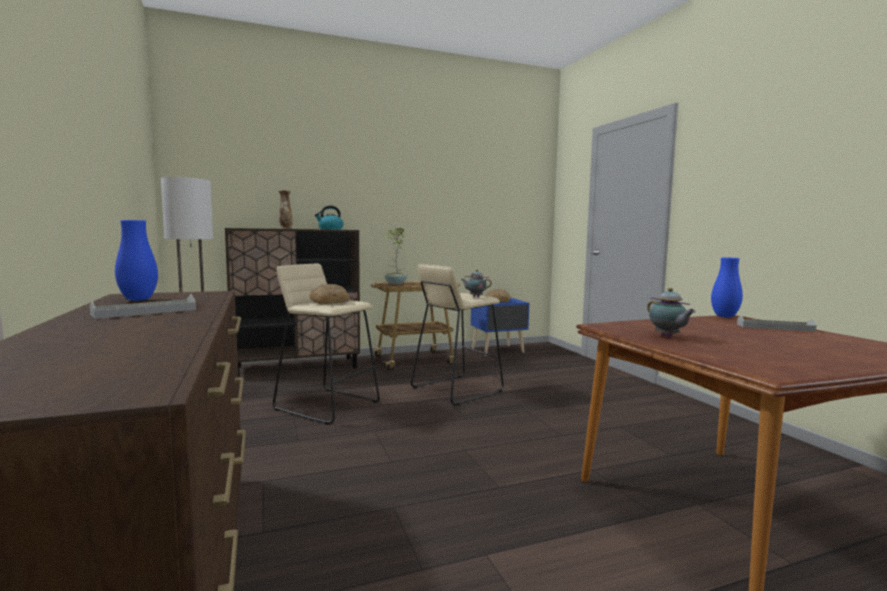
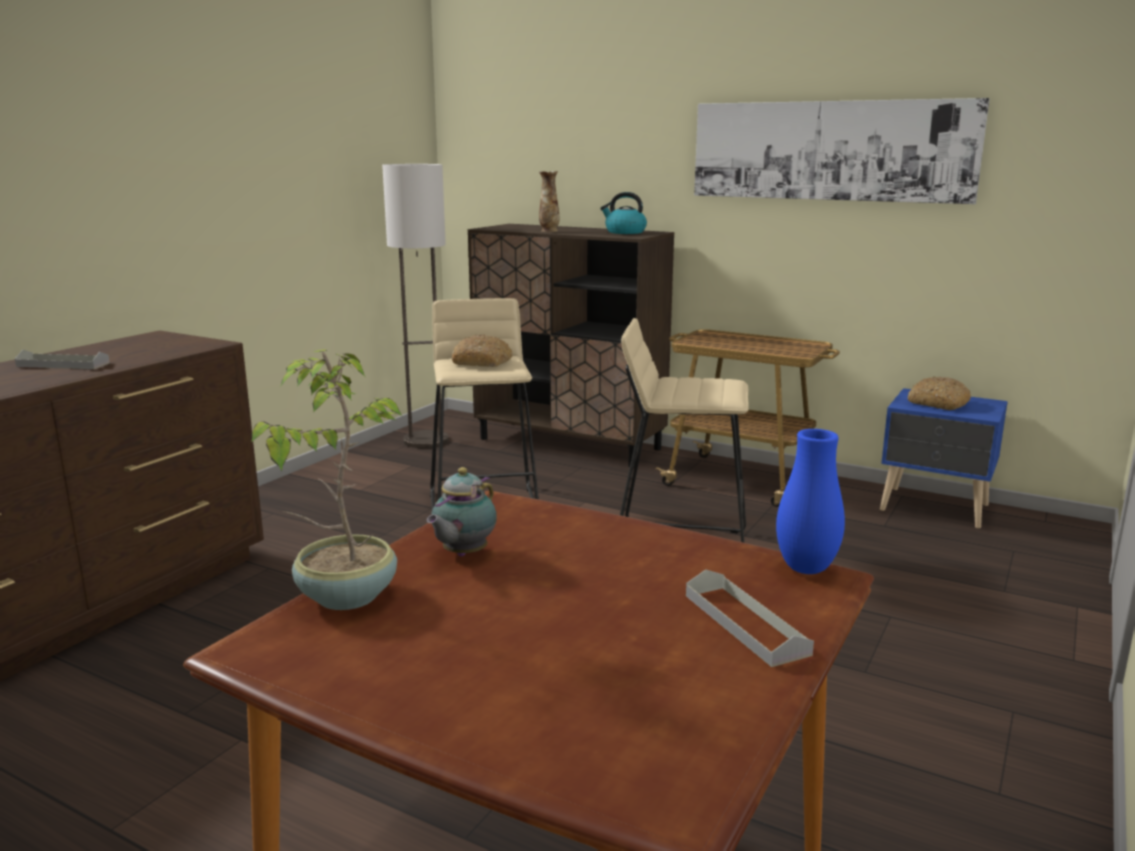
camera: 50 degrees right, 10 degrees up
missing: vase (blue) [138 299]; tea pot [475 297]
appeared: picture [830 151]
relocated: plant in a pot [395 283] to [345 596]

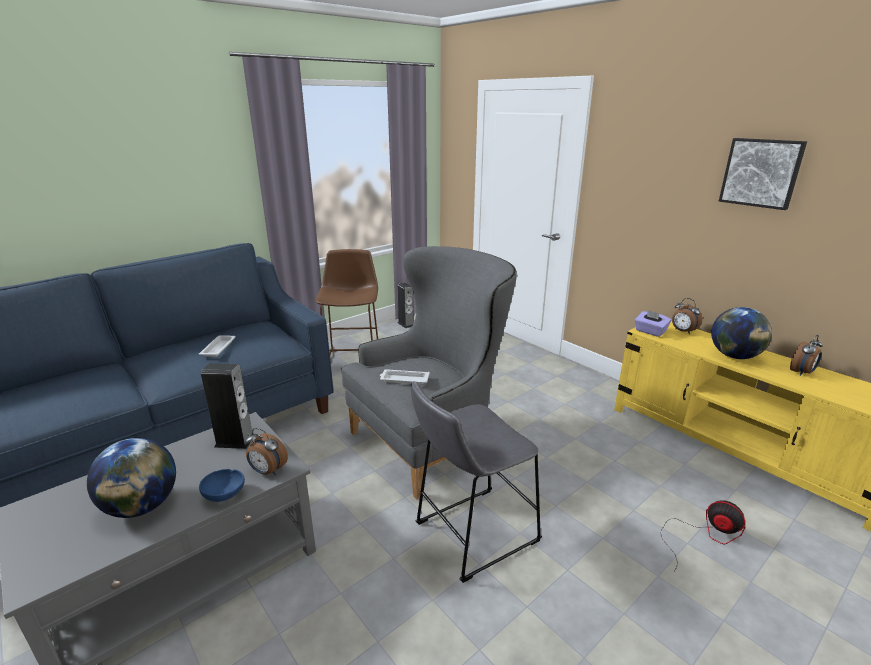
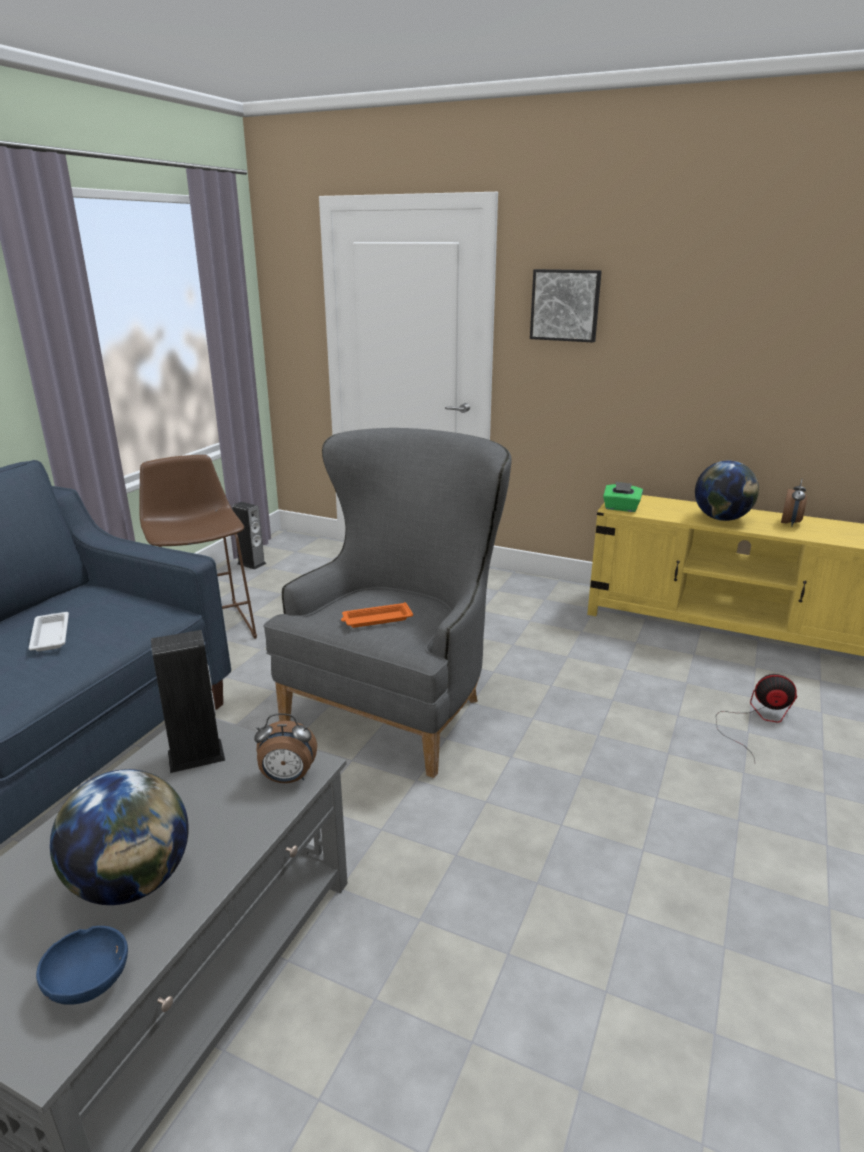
camera: 25 degrees left, 0 degrees up
missing: stool (gray) [470 534]; alarm clock [682 331]
relocated: serving bowl (blue) [225 495] to [91 982]; picture [761 173] to [565 305]
colour: serving tray (white) [404 379] to serving tray (orangey) [376 619]; box of tissues (purple) [650 332] to box of tissues (green) [621 508]

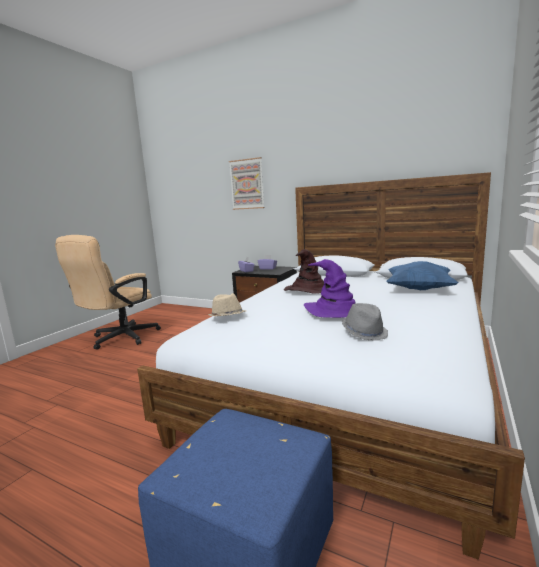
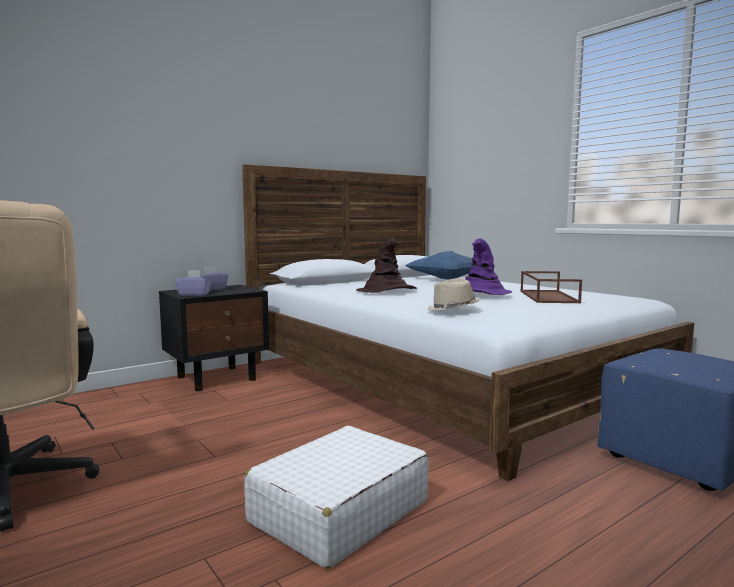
camera: 65 degrees left, 5 degrees down
missing: picture [247 184]
appeared: travel case (white) [338 511]
exchanged: clothing hat (gray) [364 332] to serving tray (brown) [547 296]

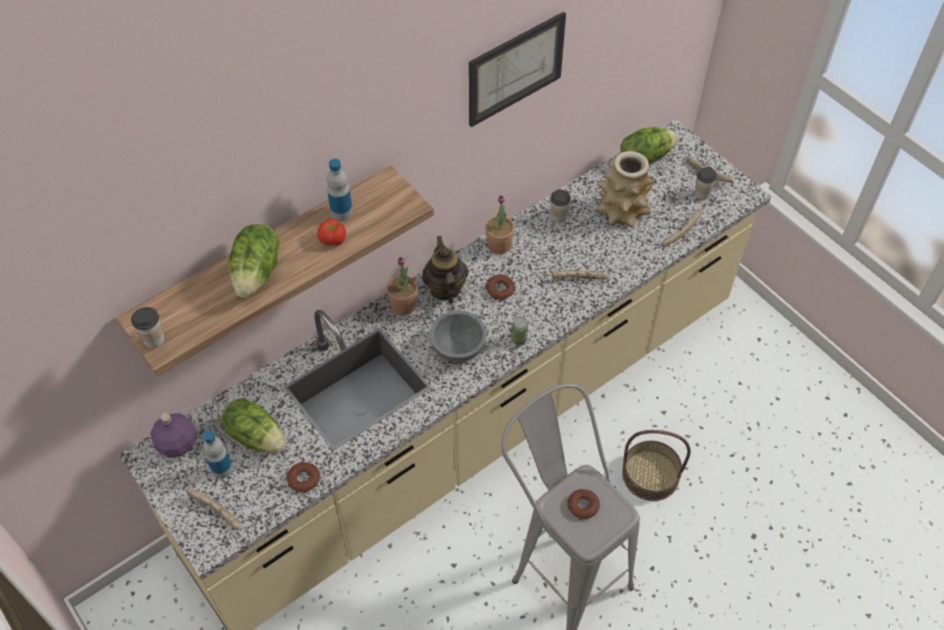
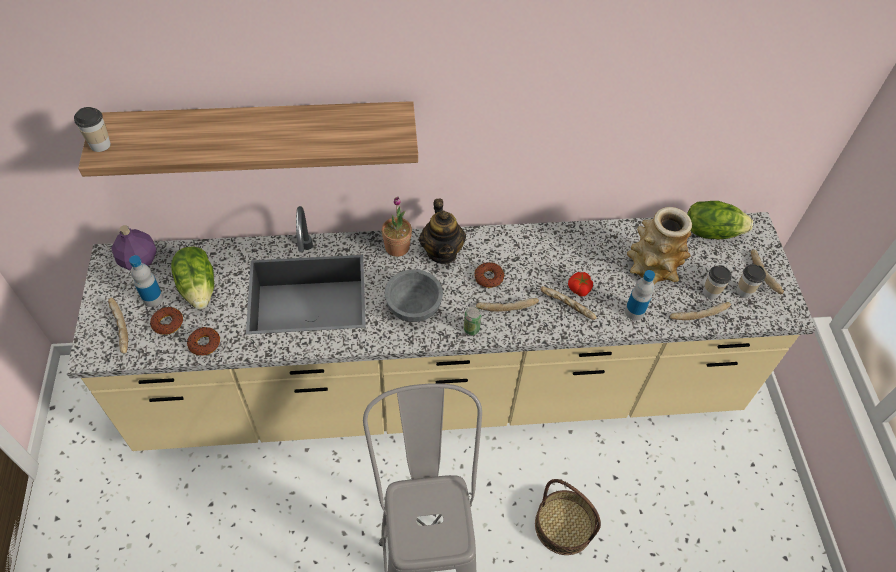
camera: 30 degrees right, 0 degrees up
missing: lettuce [258 273]; picture [515 68]; plant in a pot [499 245]
appeared: baked bread [506 307]
relocated: doughnut [582 505] to [167 323]; fresh tomato [332 239] to [579 289]; drink bottle [342 212] to [634 312]; drinking cup [558 216] to [711 292]
spun: tea pot [445 288] = [442 252] 150 degrees clockwise

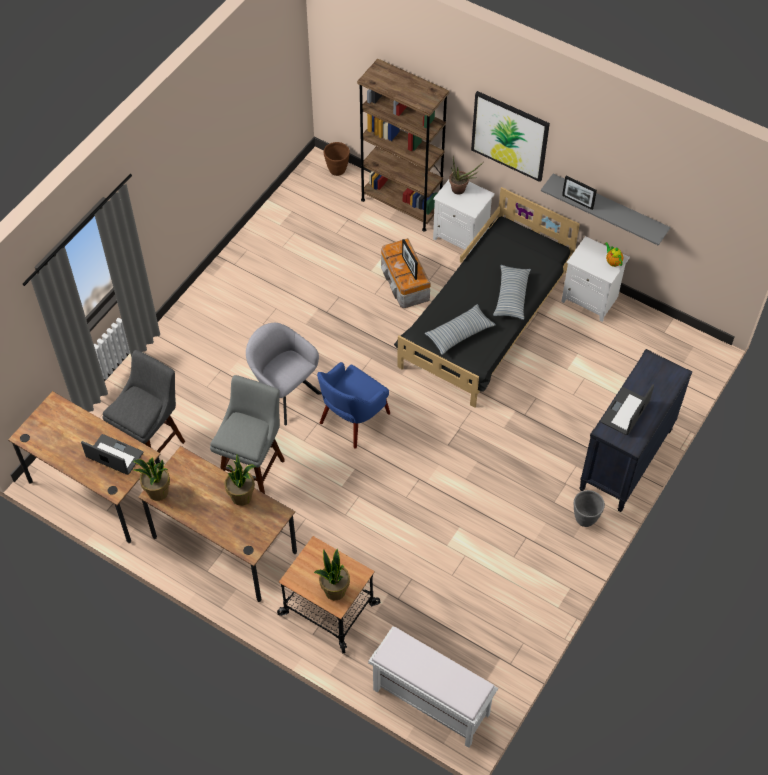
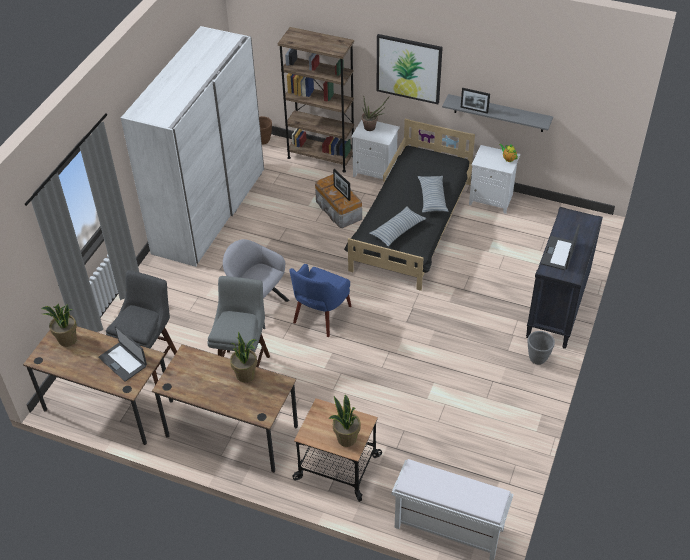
camera: 10 degrees left, 10 degrees down
appeared: clothes cupboard (white) [209 210]
relocated: plant in a pot [157 492] to [67 340]
spun: portable computer [114 455] = [123 361] 150 degrees counterclockwise

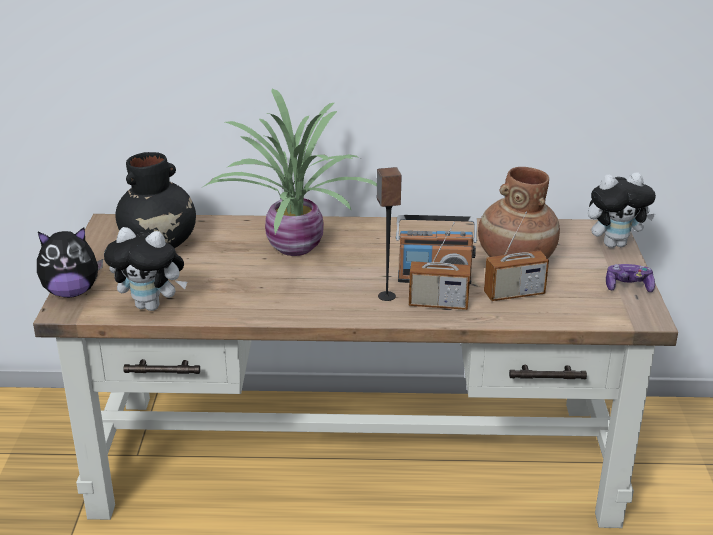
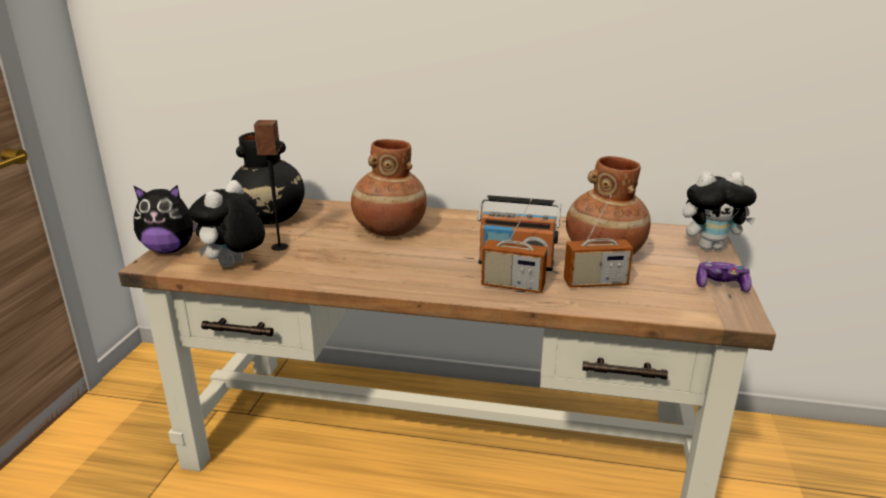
camera: 10 degrees right, 5 degrees down
relocated: loudspeaker [386 296] to [279 247]
exchanged: plant in a pot [293 249] to vase (brown) [389 230]
spun: plush toy [151 306] = [233 266] 90 degrees clockwise

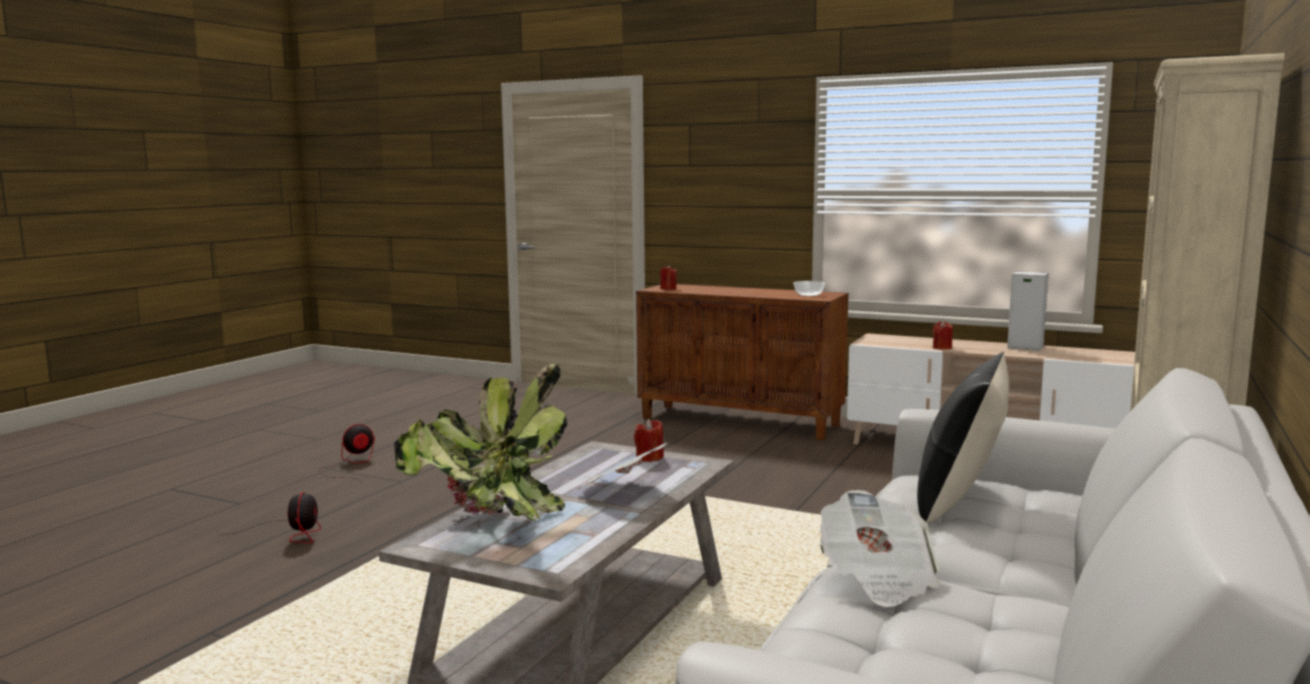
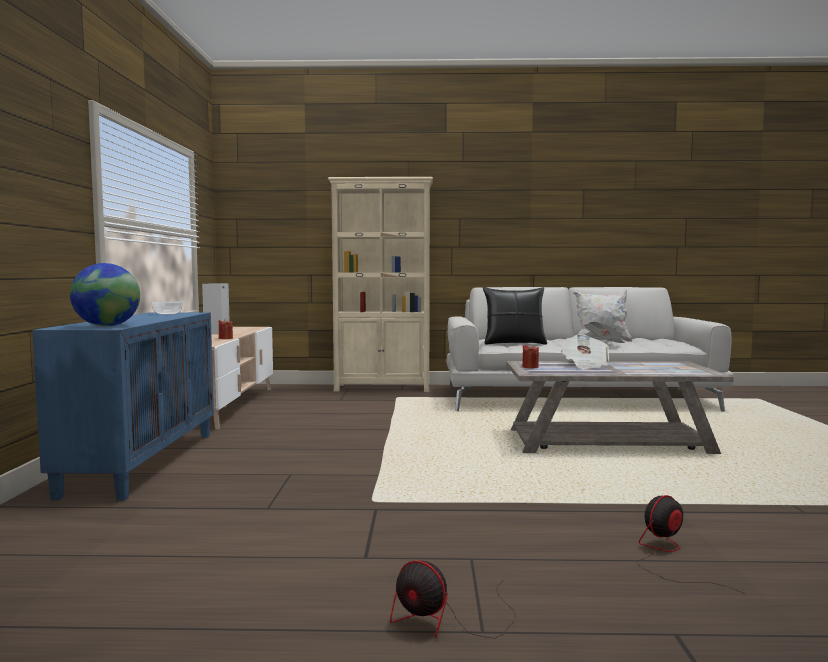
camera: 115 degrees left, 5 degrees down
missing: plant in a pot [492 523]
appeared: pillow (white) [601 340]
exchanged: wax candle (reddish) [668 289] to desk globe [107 326]
colour: storage cabinet (brown) [741 421] to storage cabinet (blue) [142 462]

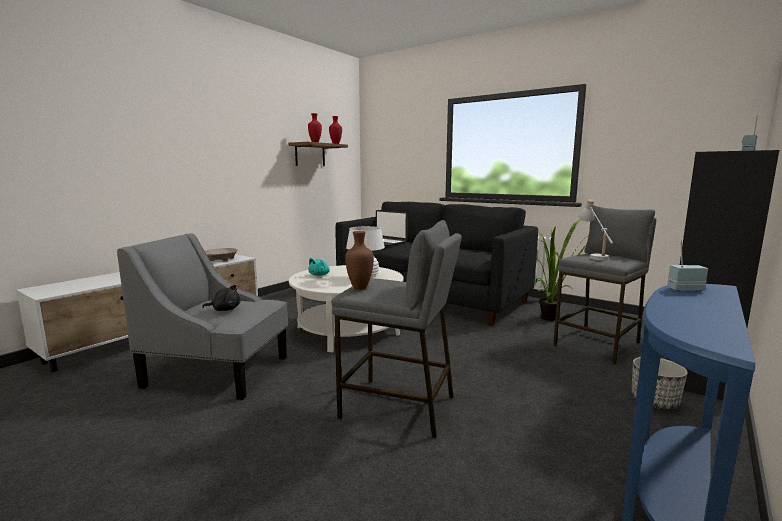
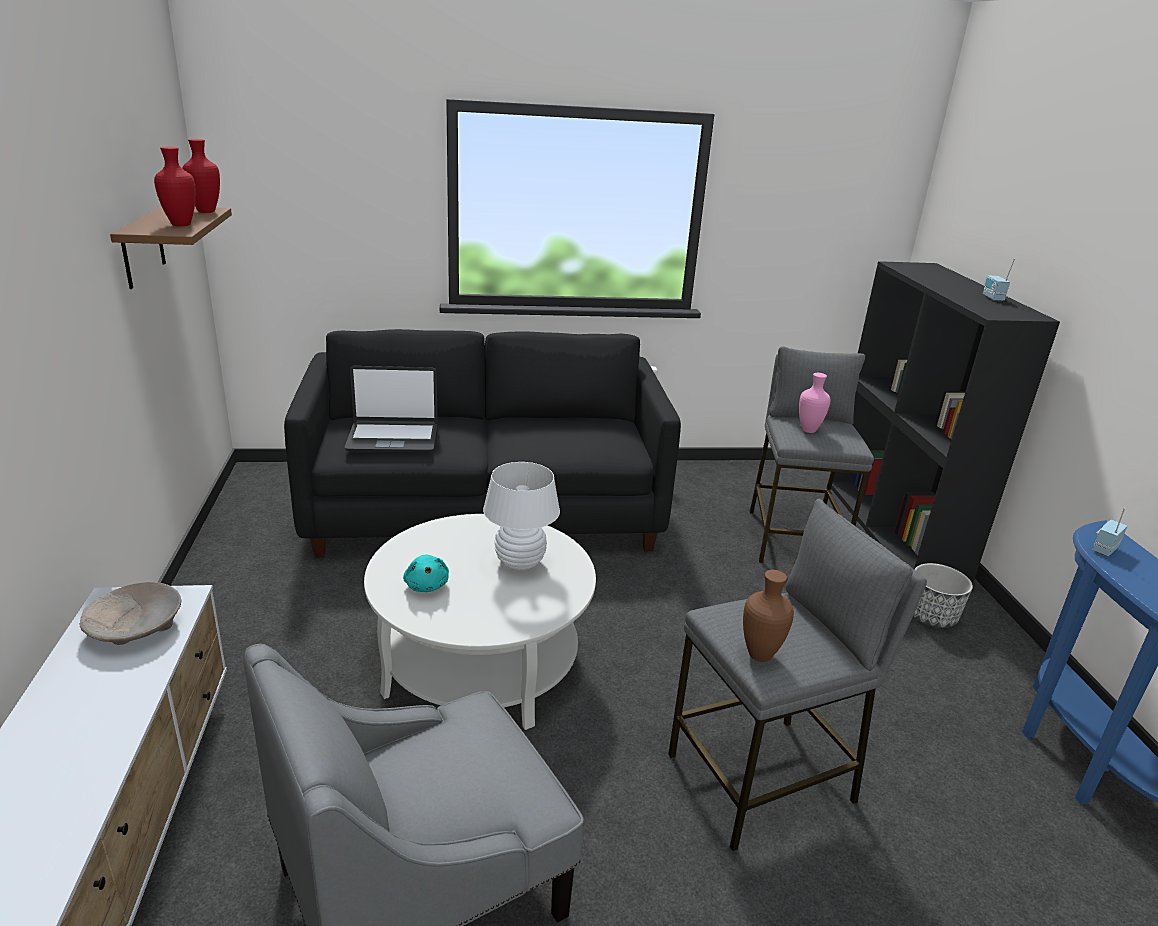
camera: 45 degrees left, 15 degrees up
missing: plush toy (blackish) [225 309]; plant in a pot [553 318]
exchanged: tabletop lamp (white) [594 256] to vase (pink) [808 431]

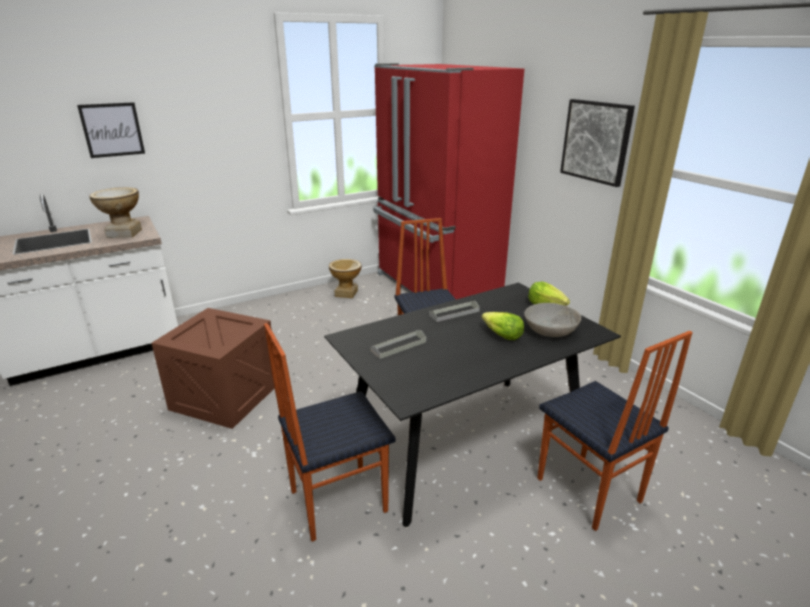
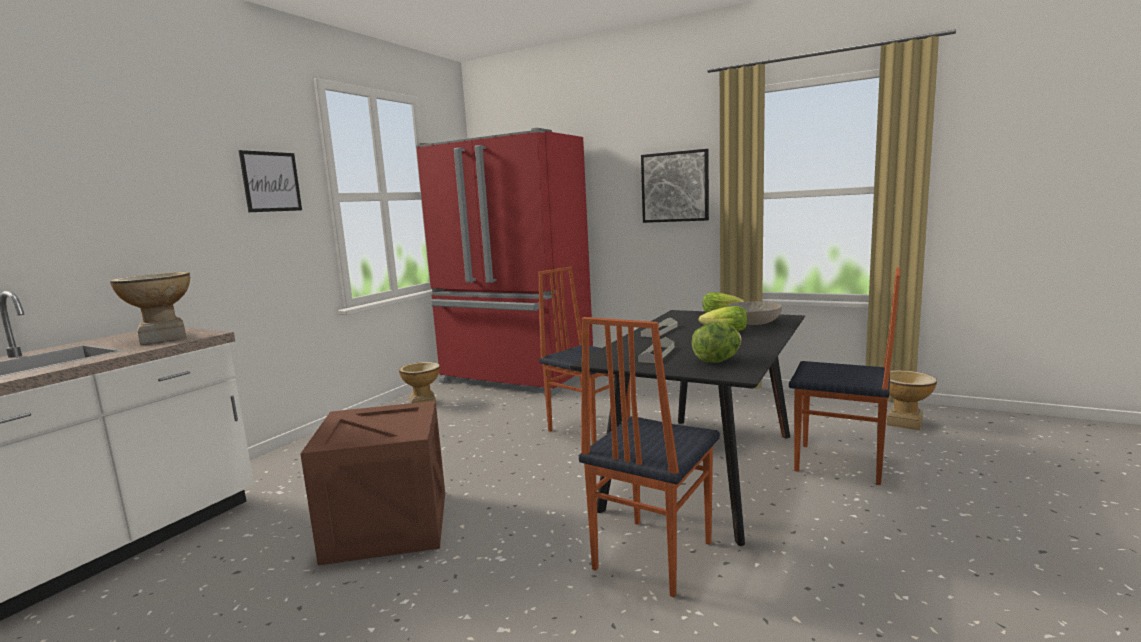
camera: 30 degrees left, 15 degrees down
appeared: lettuce [717 361]; vase [904 422]
relocated: picture [112 130] to [271 181]

